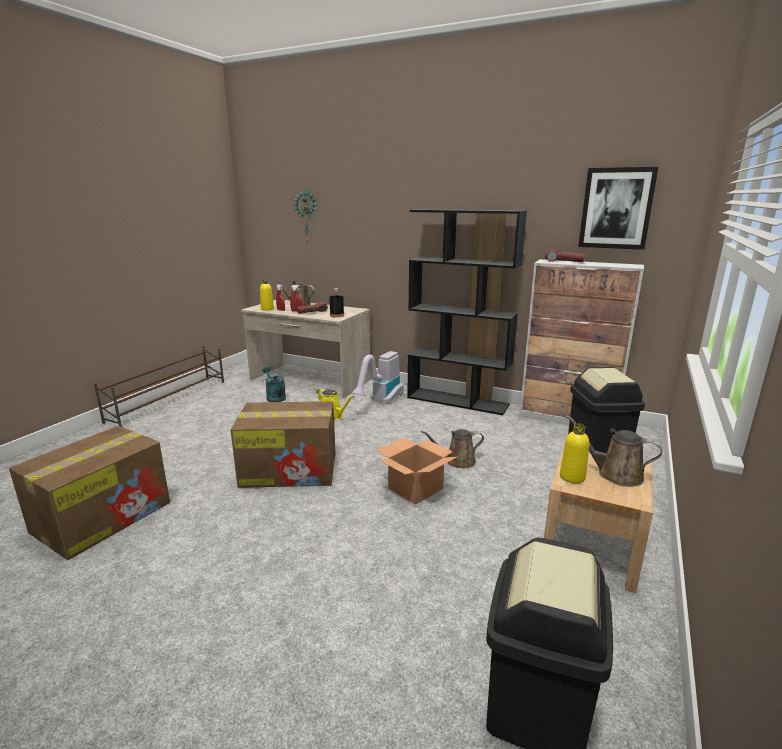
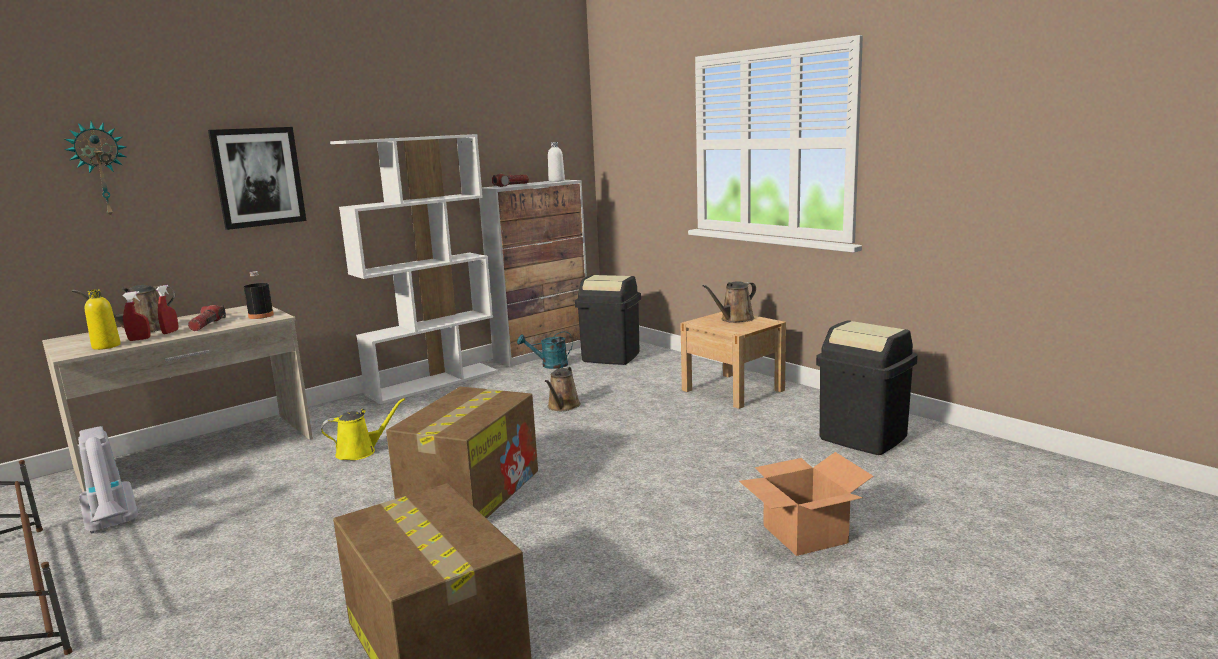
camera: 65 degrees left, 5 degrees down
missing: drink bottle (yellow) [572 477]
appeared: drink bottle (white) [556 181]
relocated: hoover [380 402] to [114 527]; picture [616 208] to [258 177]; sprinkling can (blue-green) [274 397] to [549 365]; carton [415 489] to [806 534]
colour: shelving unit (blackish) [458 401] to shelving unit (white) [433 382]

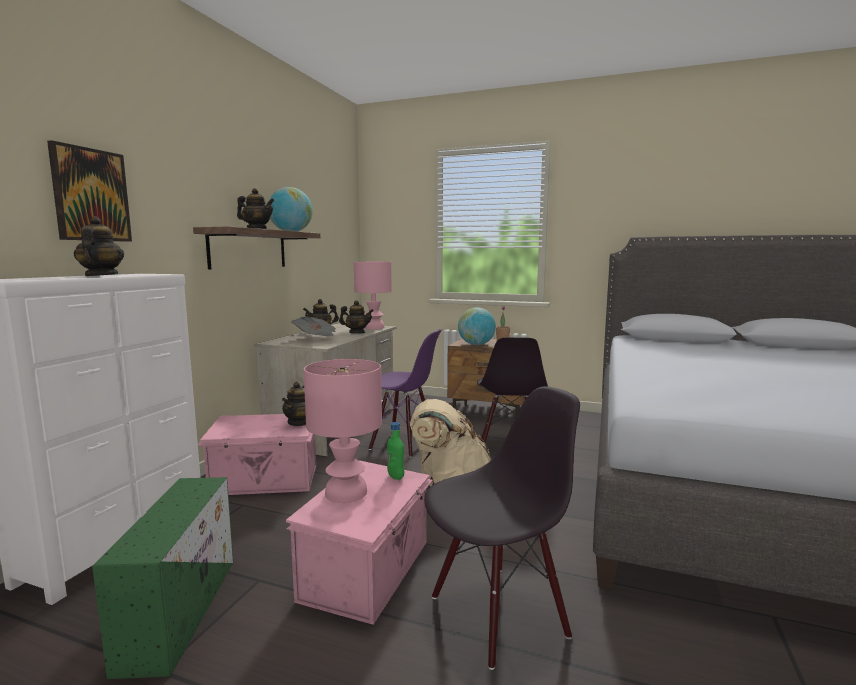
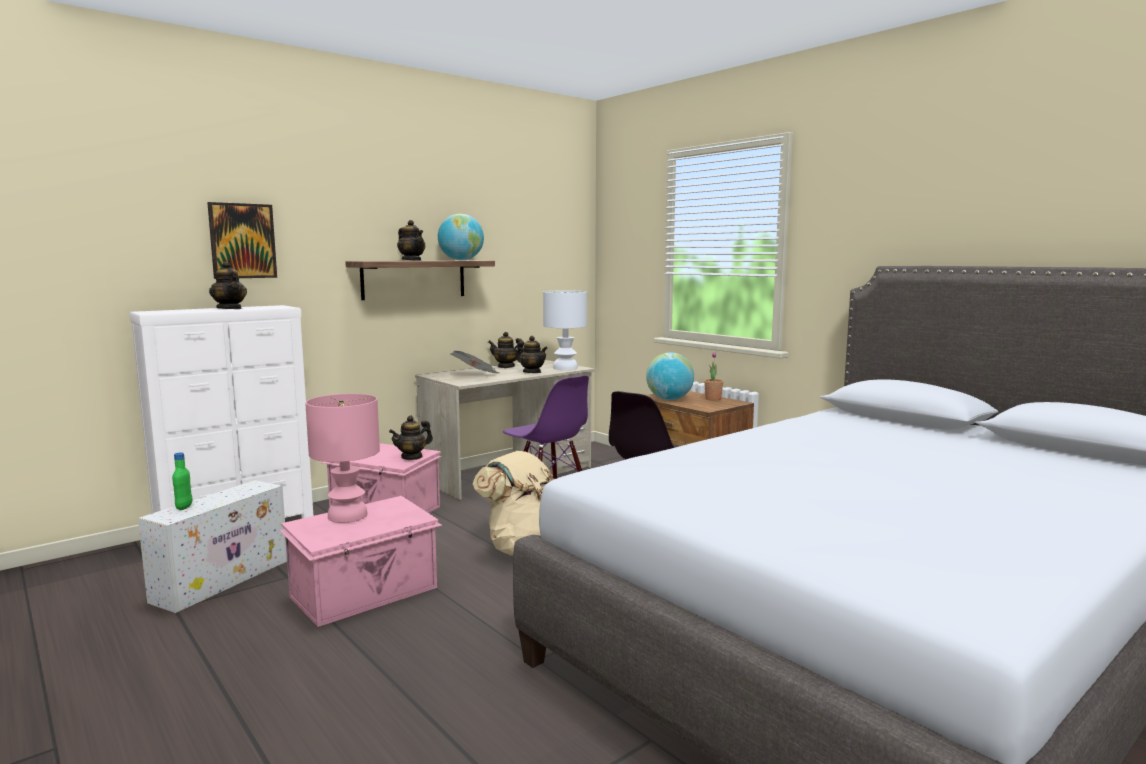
camera: 30 degrees right, 0 degrees up
missing: chair (blackish) [497 613]
relocated: drink bottle (green) [395 476] to [184 507]
colour: storage box (green) [181 609] to storage box (white) [223 579]; tabletop lamp (pink) [374 328] to tabletop lamp (white) [565 368]
spun: tea pot [101 276] = [230 309] 120 degrees clockwise

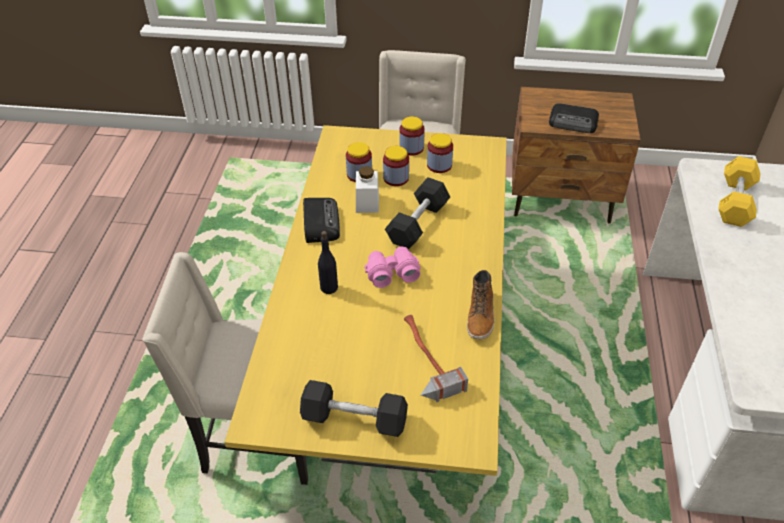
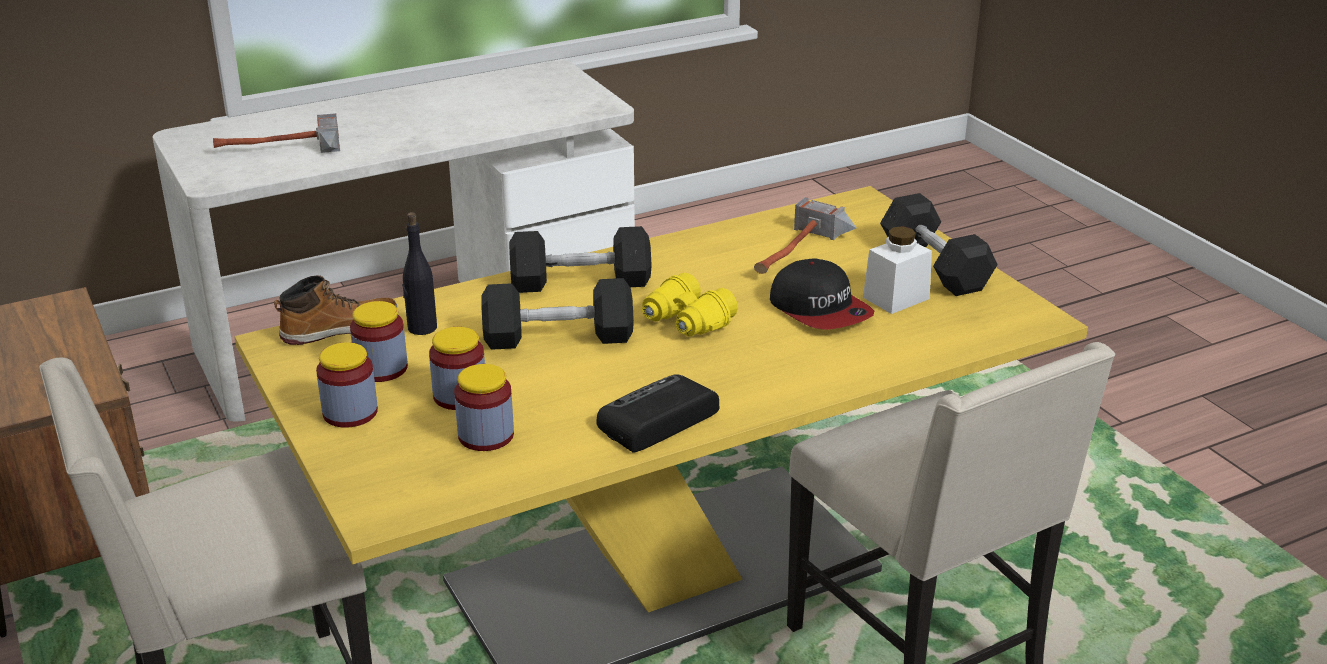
camera: 125 degrees left, 15 degrees down
missing: radio receiver [573 123]
appeared: hand weight (blackish) [580 282]; baseball cap [820 309]
relocated: high-top boot [480 315] to [339 328]; drink bottle (blackish) [329 287] to [422 328]; jar (white) [367 203] to [896 298]
exchanged: hand weight (yellow) [735 202] to tool hammer [278 152]
colour: field glasses (pink) [392 272] to field glasses (yellow) [686 322]

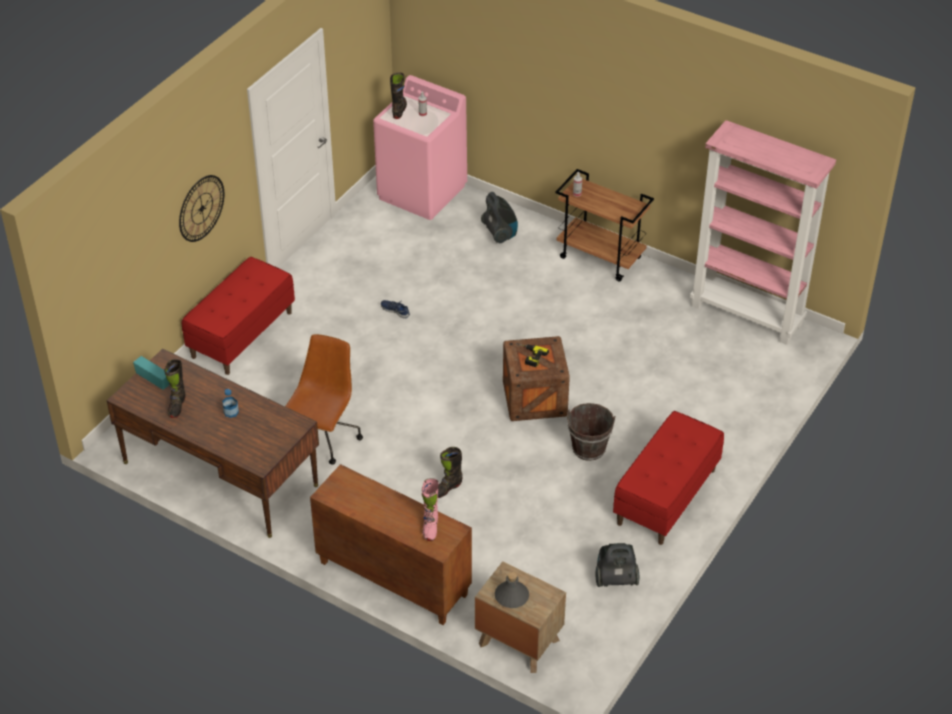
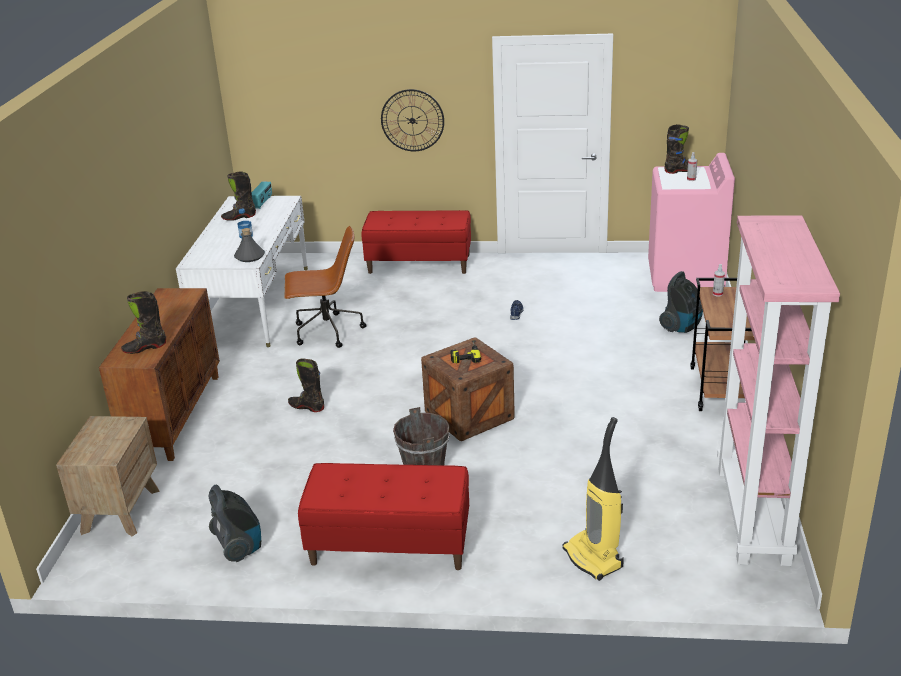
camera: 65 degrees right, 15 degrees down
appeared: hoover [594 558]
relocated: drink bottle (gray) [512 596] to [250 257]
colour: high-top boot (pink) [430 527] to high-top boot (blackish) [144 348]; desk unit (brown) [220 474] to desk unit (white) [254 305]

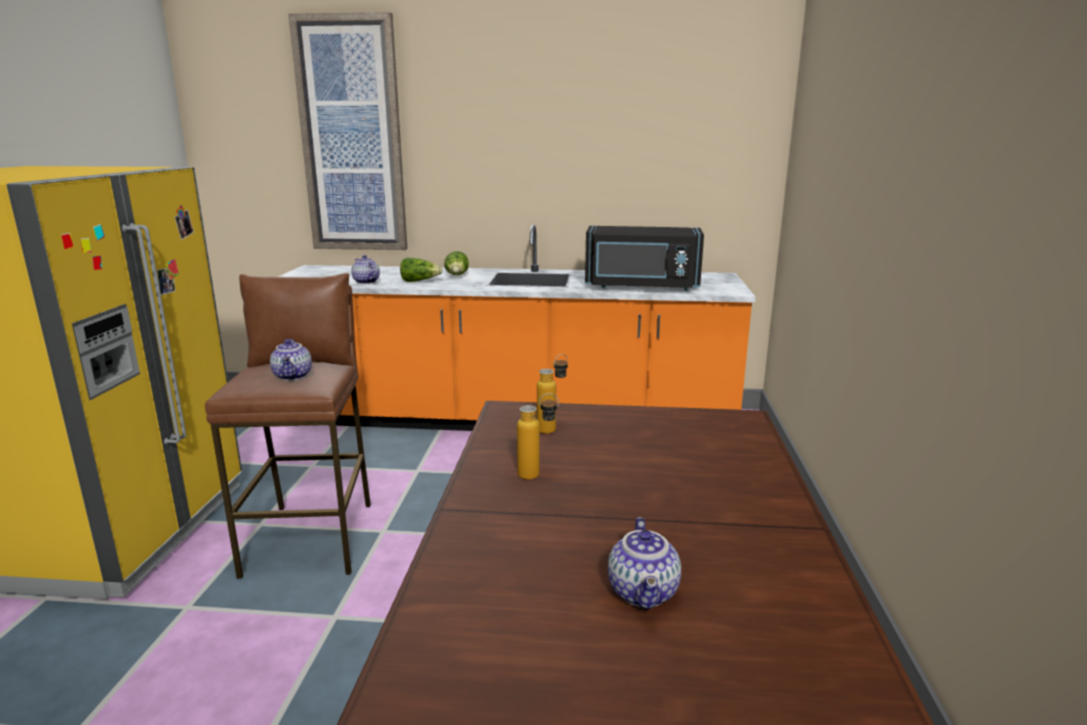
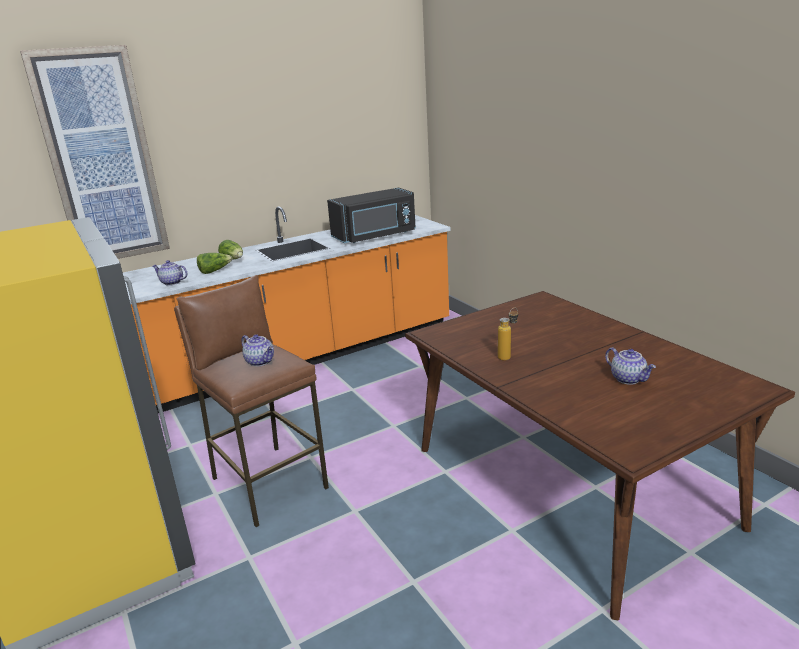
camera: 35 degrees left, 5 degrees up
missing: drink bottle [552 428]

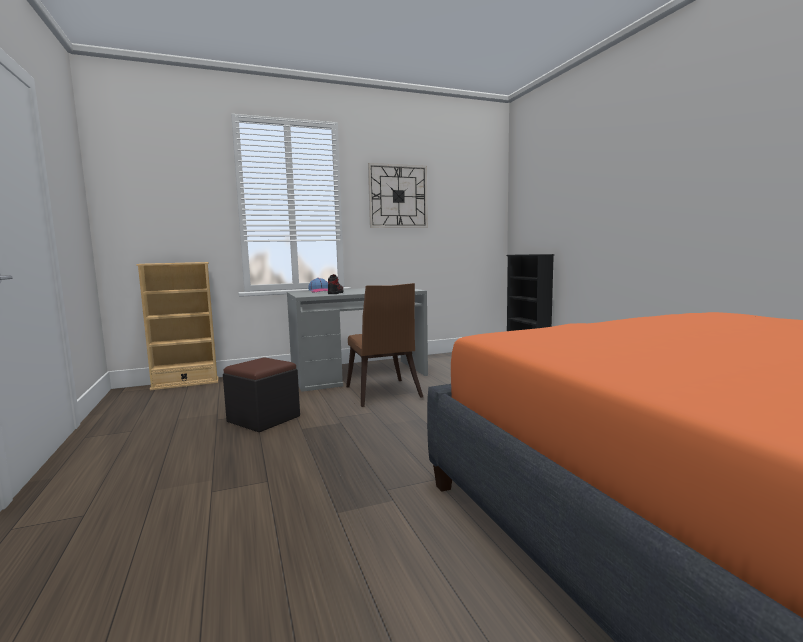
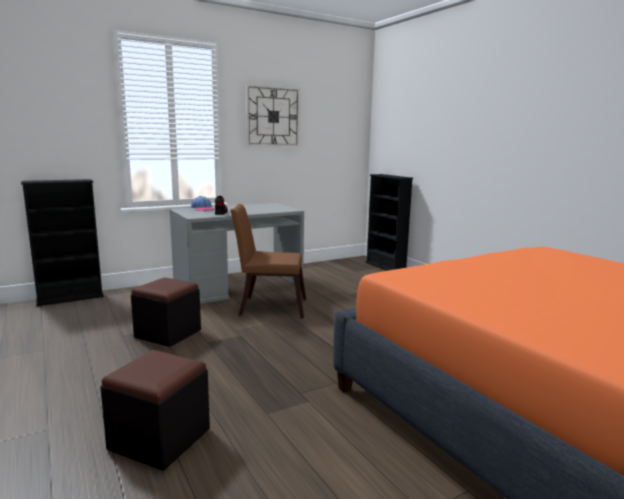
camera: 10 degrees left, 5 degrees up
appeared: pouffe (blackish) [160 439]
colour: shelving unit (sand-coloured) [185 383] to shelving unit (blackish) [70 298]
spun: chair (brown) [383 394] = [268 306] 120 degrees clockwise

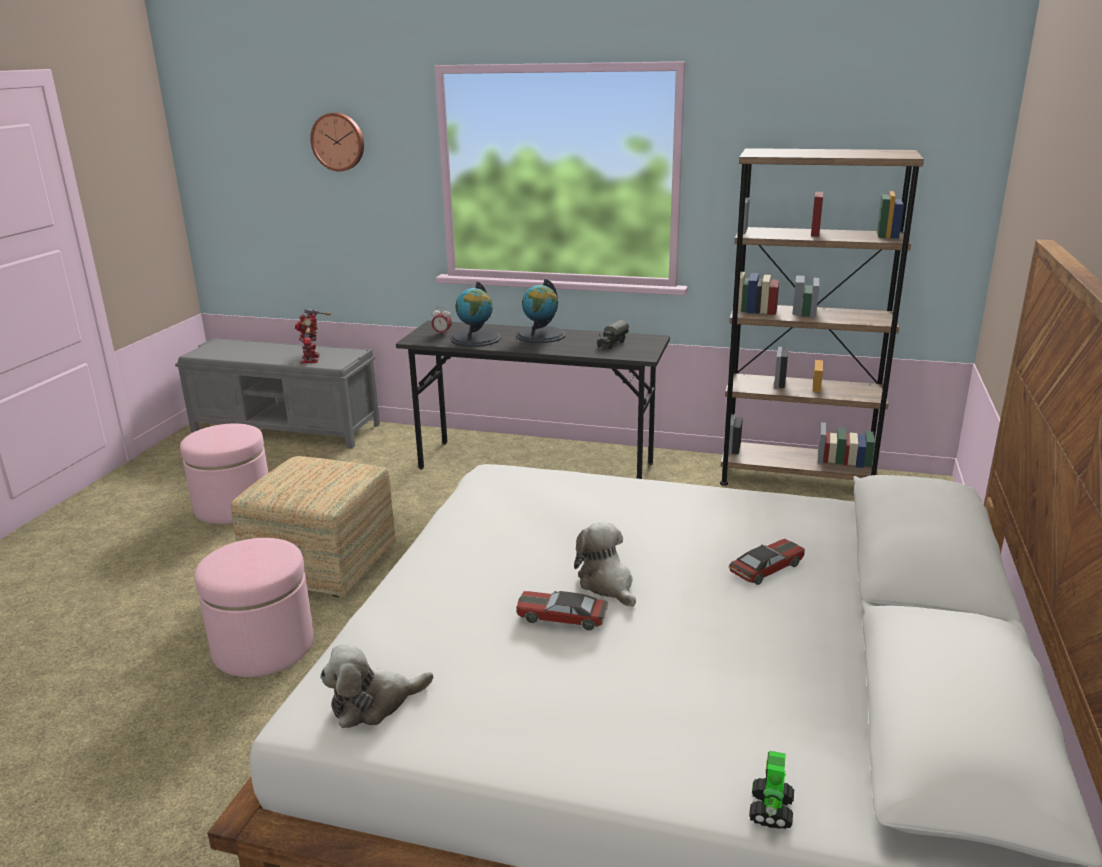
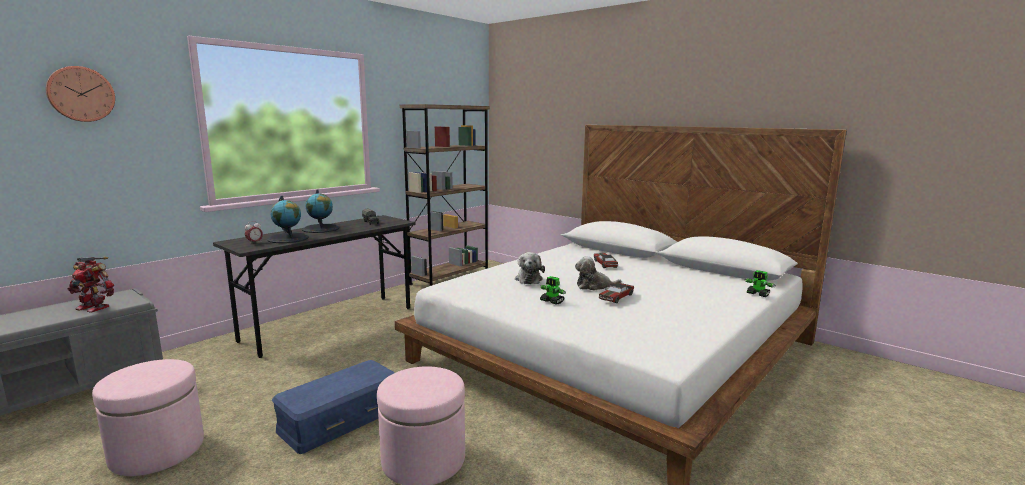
camera: 65 degrees left, 10 degrees down
appeared: model robot [552 301]
relocated: plush toy [374 703] to [528 279]
exchanged: pouffe [321 566] to storage box (blue) [340 419]

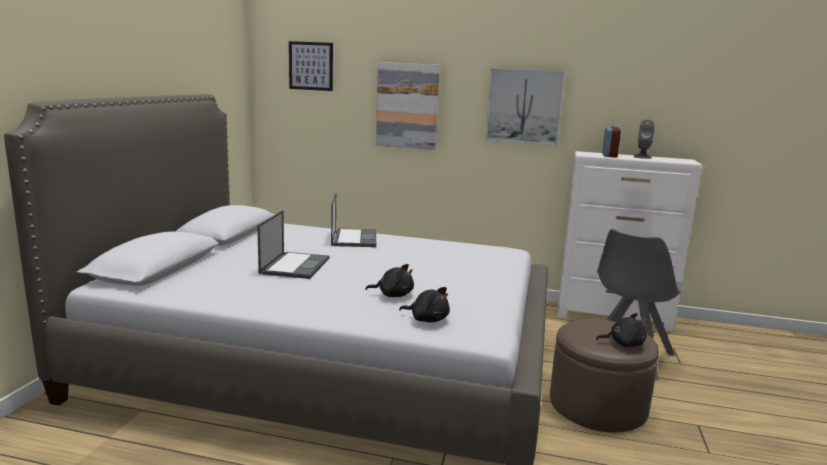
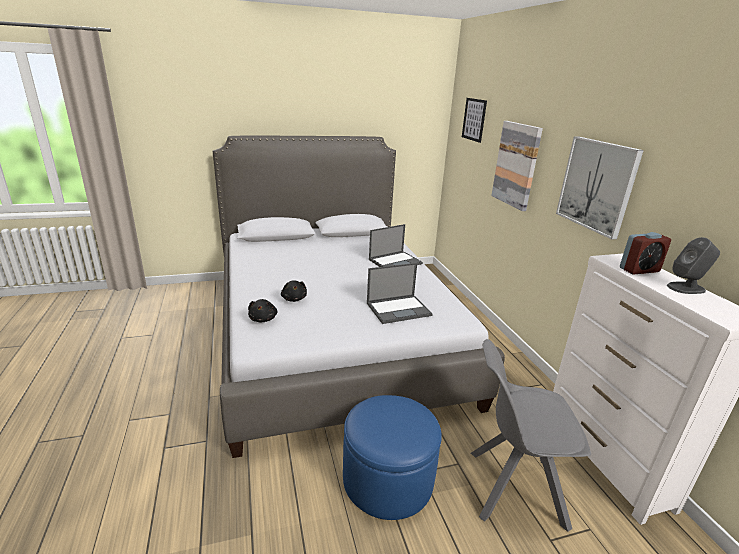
camera: 60 degrees right, 10 degrees up
missing: plush toy (blackish) [623 344]
relocated: portable computer [295 265] to [399 309]
colour: pouffe (brown) [597 405] to pouffe (blue) [388 479]

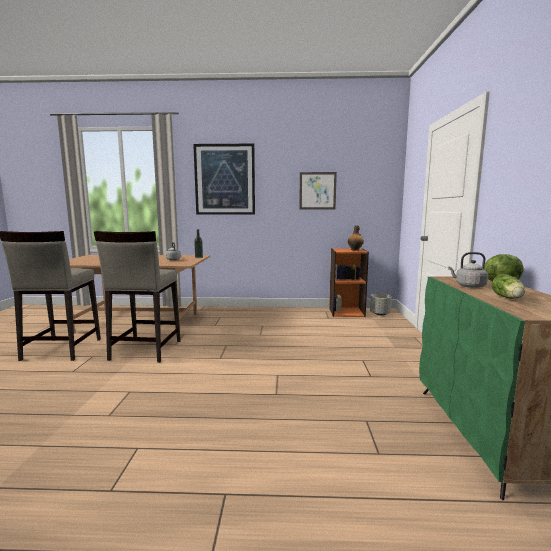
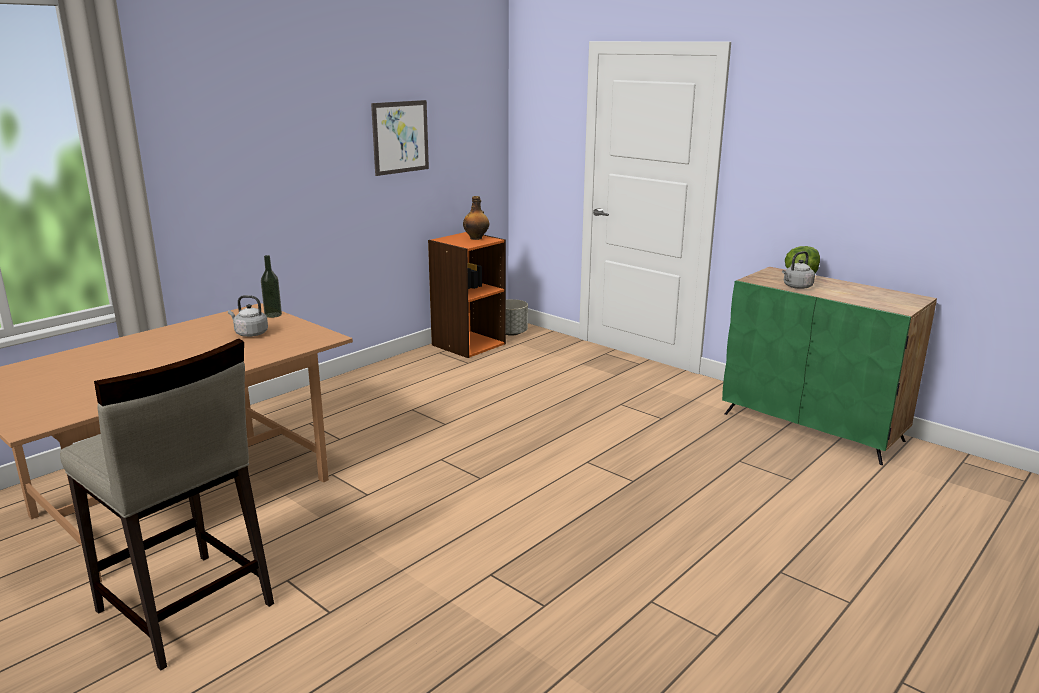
camera: 50 degrees left, 10 degrees up
missing: stool (sand-coloured) [145 350]; picture [224 179]; lettuce [508 298]

